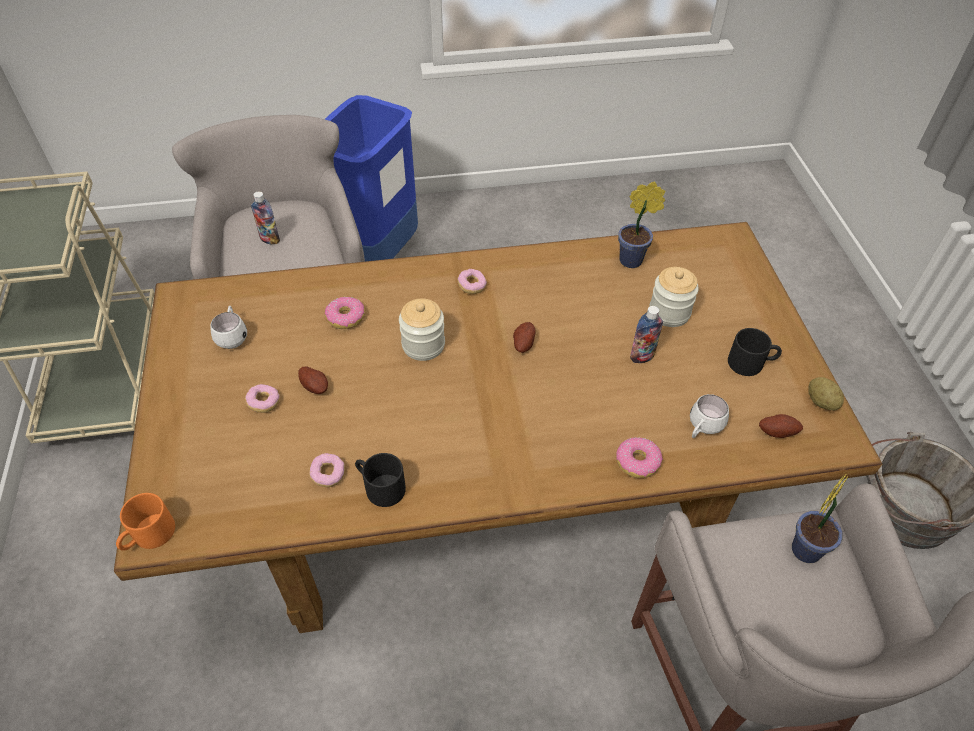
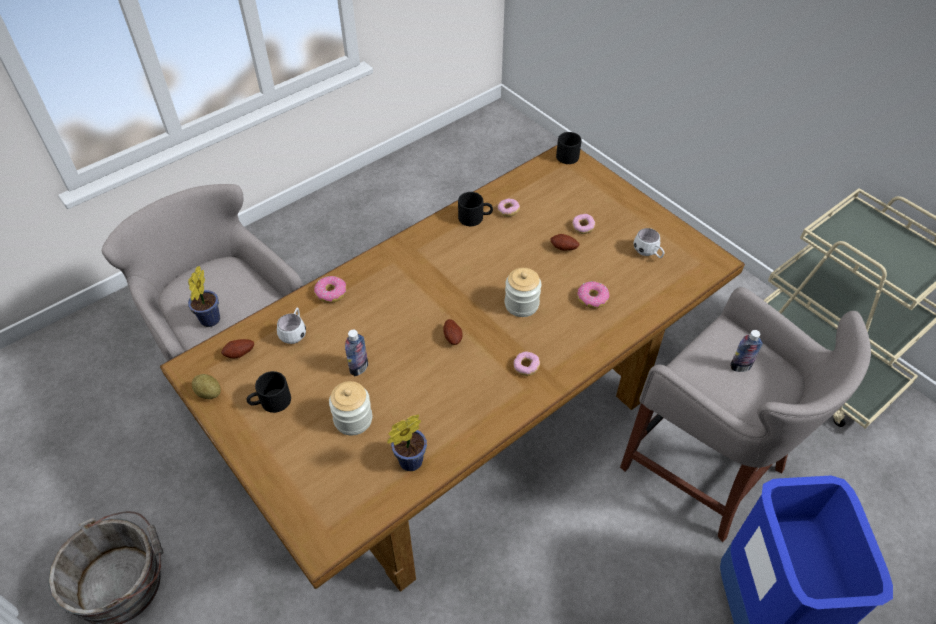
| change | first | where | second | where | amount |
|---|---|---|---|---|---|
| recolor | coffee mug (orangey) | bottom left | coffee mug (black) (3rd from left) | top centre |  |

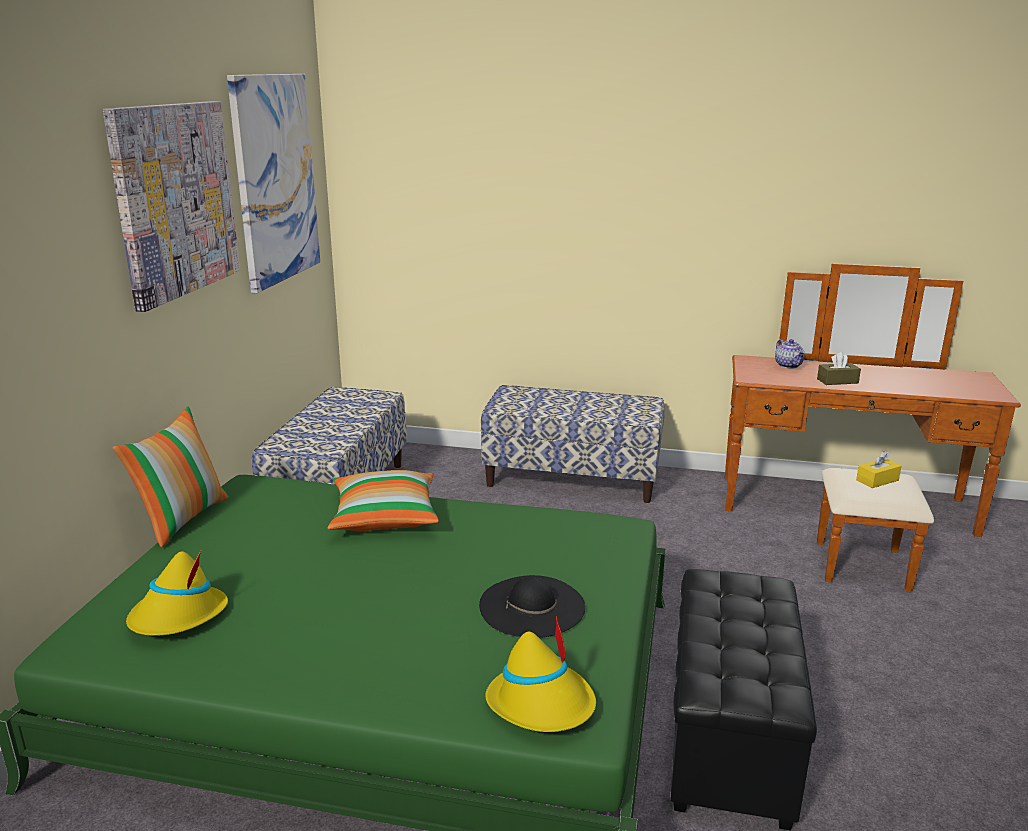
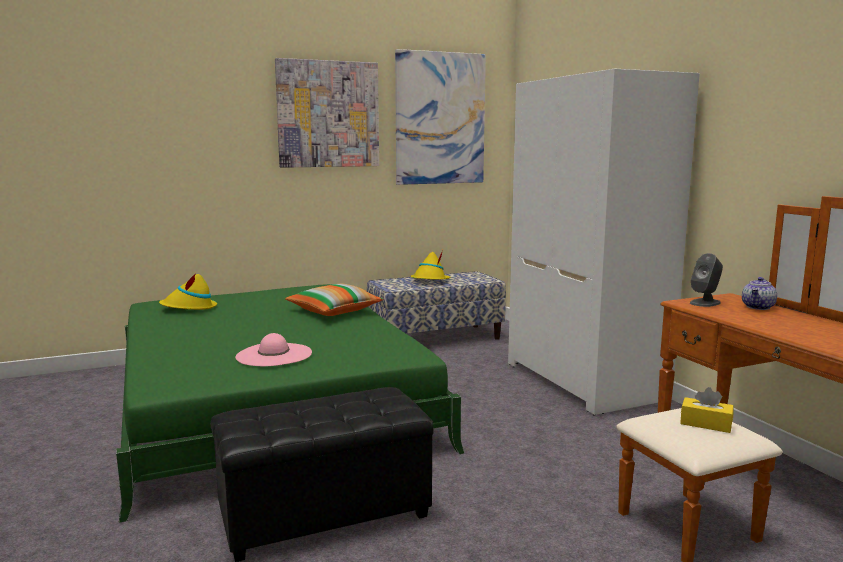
| change | first | where | second | where | amount |
|---|---|---|---|---|---|
| delete | tissue holder (brown-coloured) | middle right |  |  |  |
| replace | long seat (2nd from left) | centre | clothes cupboard (whitish) | middle right |  |
| delete | throw pillow (1st from left) | middle left |  |  |  |
| recolor | hat (black) | bottom centre | hat (pink) | middle left |  |
| move | hat (yellow-coloured) (2nd from left) | bottom centre |  | centre |  |
| insert |  |  | audio speaker (greyish) | middle right |  |

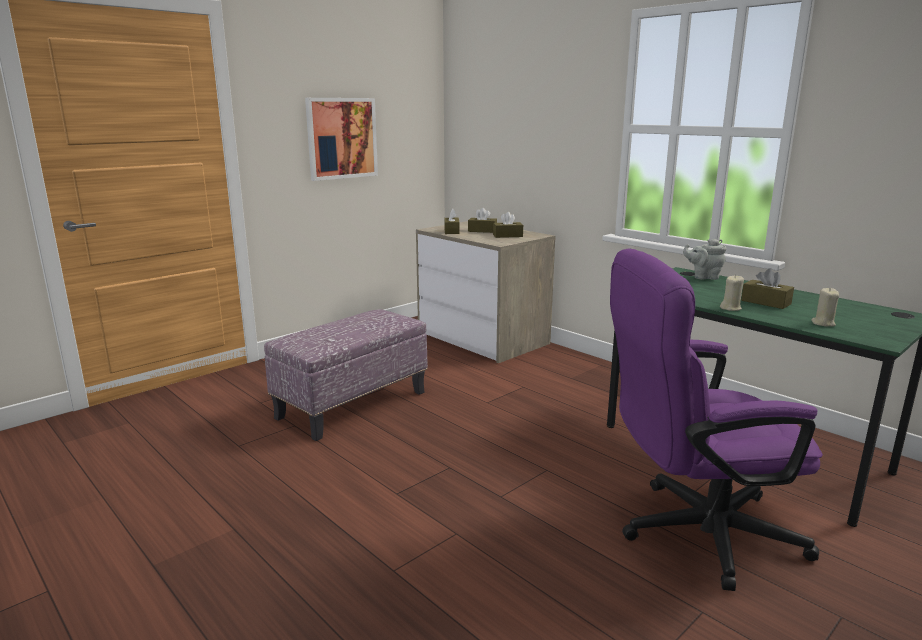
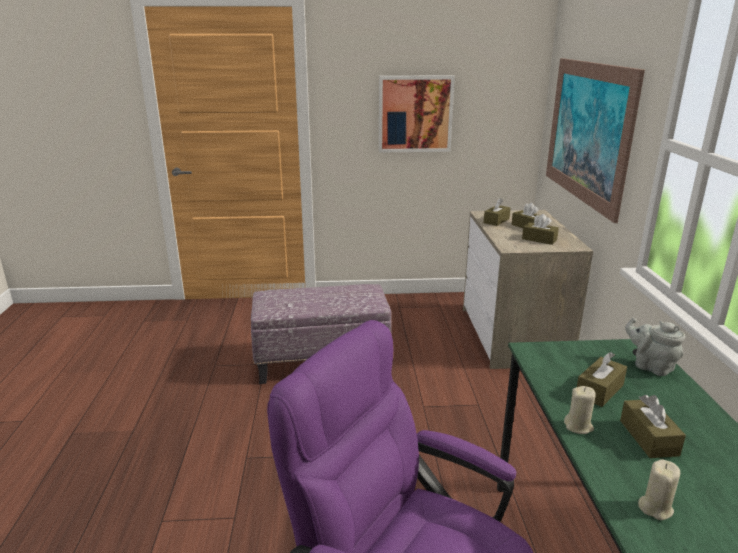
| change | first | where | second | where | amount |
|---|---|---|---|---|---|
| insert |  |  | picture (2nd from left) | top right |  |
| insert |  |  | tissue holder (brown-coloured) (4th from left) | bottom right |  |

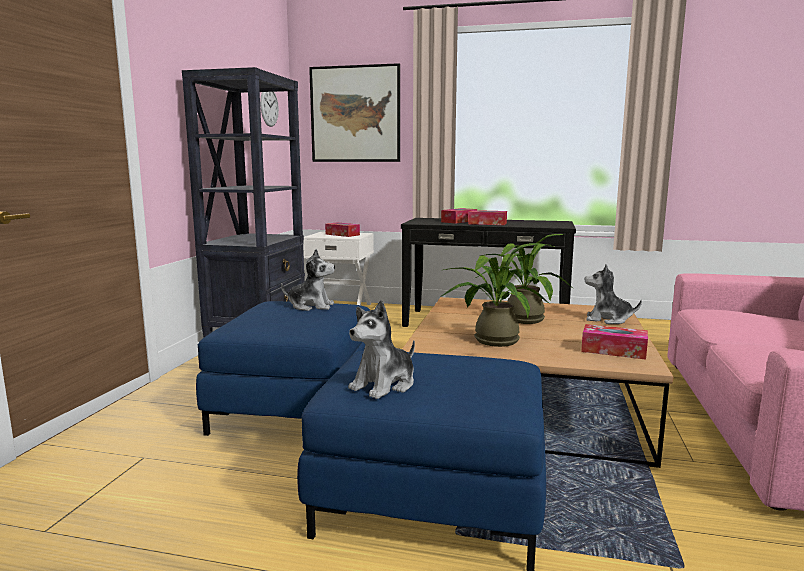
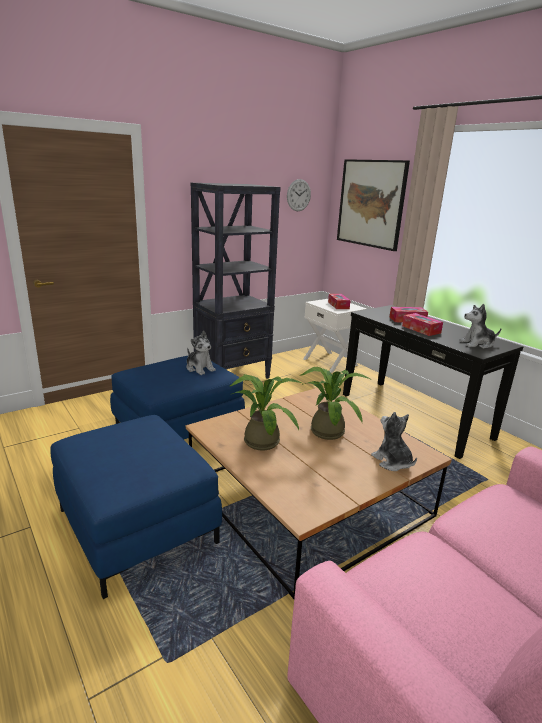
| change | first | where | second | where | amount |
|---|---|---|---|---|---|
| move | cuddly toy (2nd from left in the first image) | centre | cuddly toy (3rd from left) | middle right |  |
| delete | tissue holder (4th from left) | middle right |  |  |  |

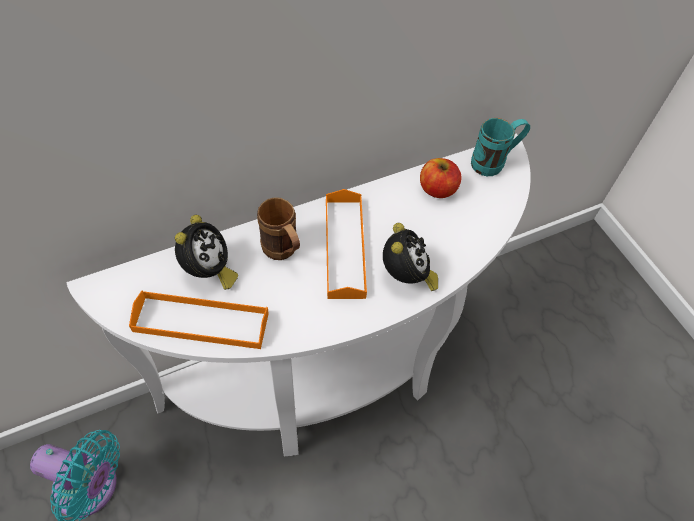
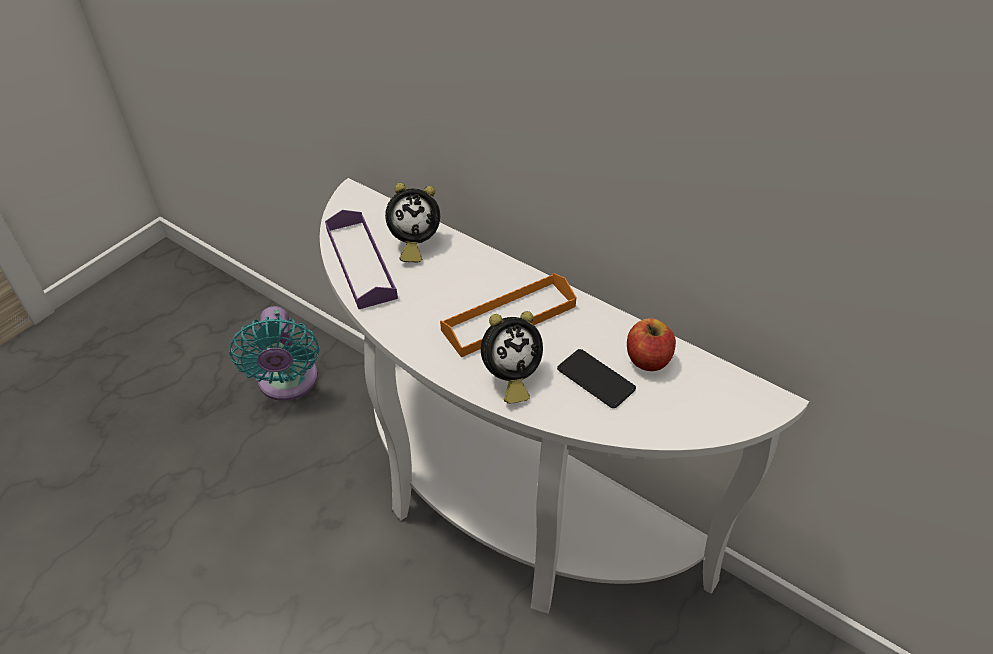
| change | first | where | second | where | amount |
|---|---|---|---|---|---|
| delete | coffee mug (turquoise-coloured) | top right |  |  |  |
| delete | coffee mug (brown-coloured) | centre |  |  |  |
| recolor | carrying tray (orangey) (1st from left) | middle left | carrying tray (purple) | centre |  |
| insert |  |  | telephone | centre |  |

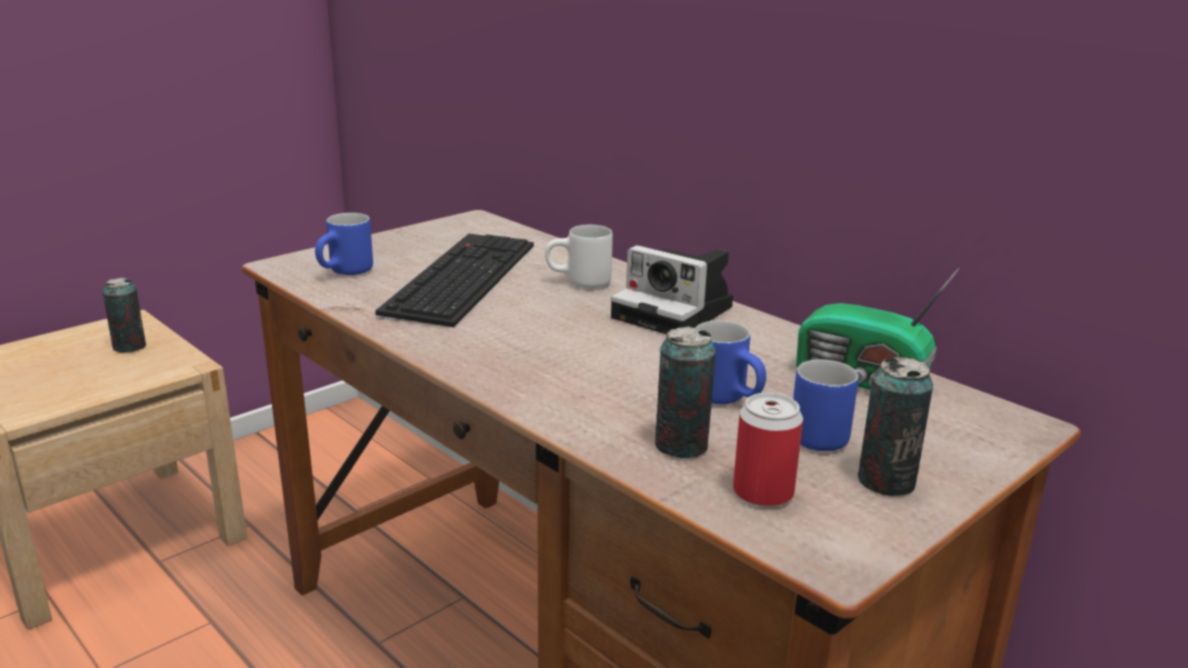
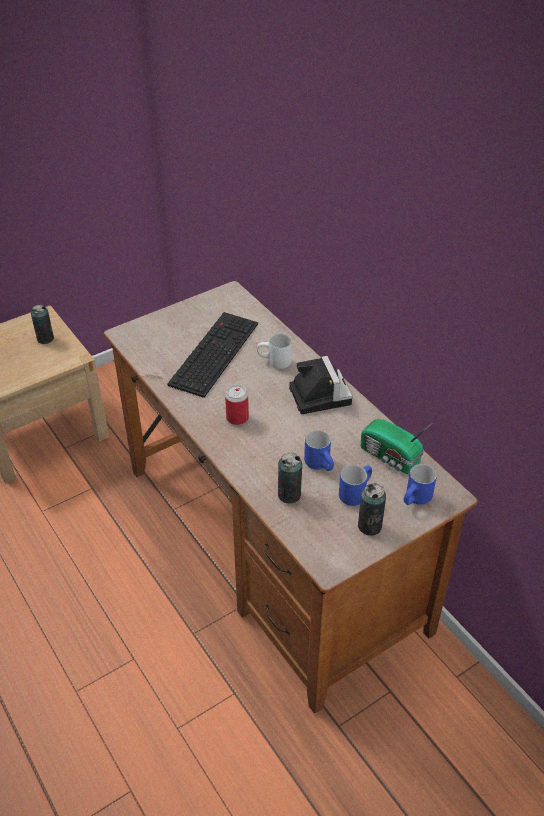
| change | first | where | second | where | amount |
|---|---|---|---|---|---|
| move | coffee mug (blue) (1st from left in the first image) | middle left | coffee mug (blue) (3rd from left) | middle right |  |
| rotate | still camera | centre |  | centre | 150 degrees counterclockwise |
| move | can (3rd from left in the first image) | bottom centre | can (2nd from left) | centre |  |

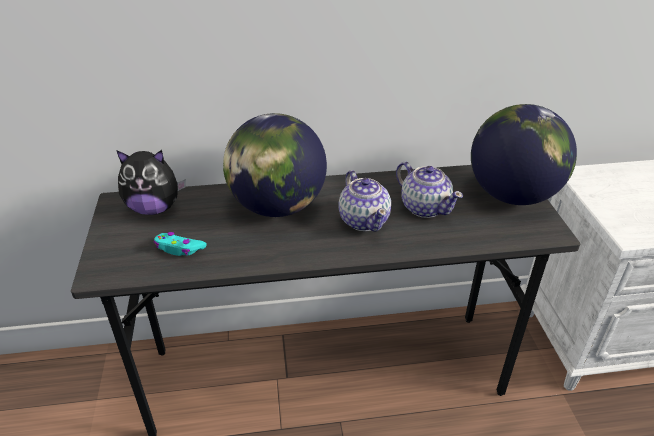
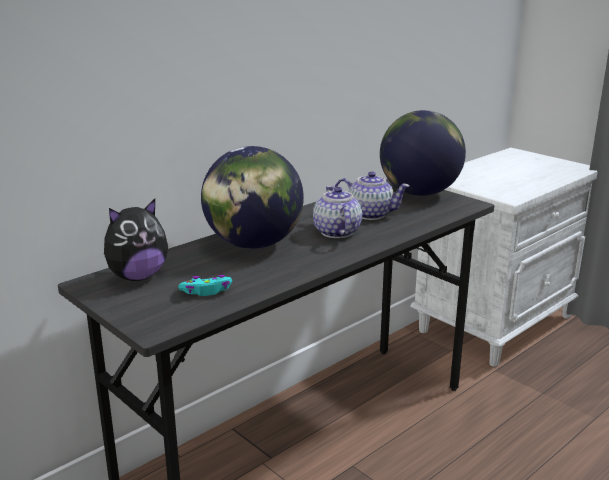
| change | first | where | second | where | amount |
|---|---|---|---|---|---|
| rotate | tea pot (1st from left) | centre |  | centre | 135 degrees counterclockwise |

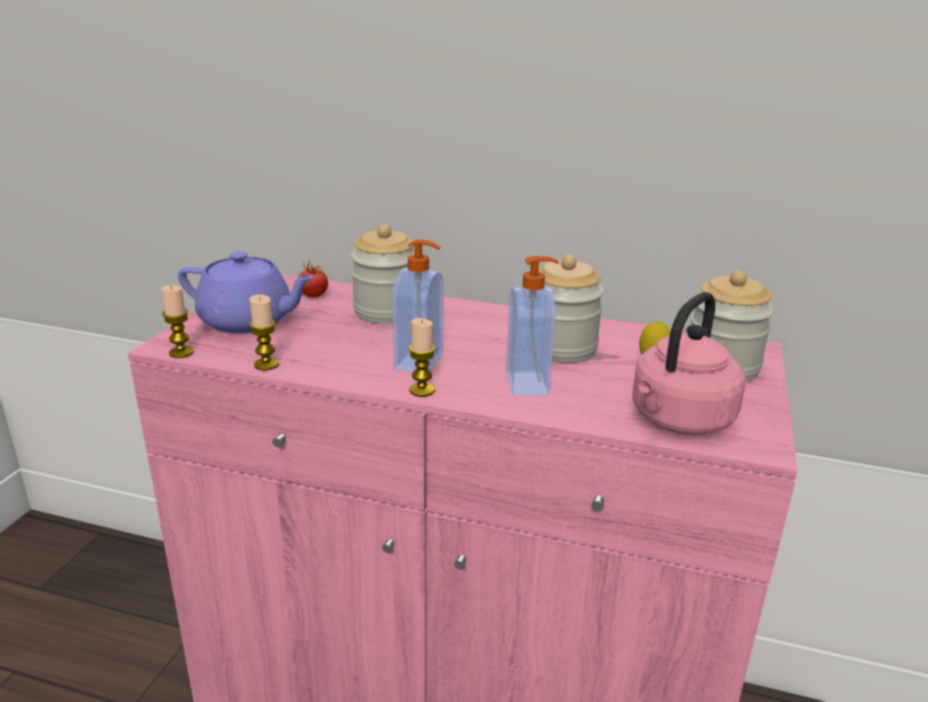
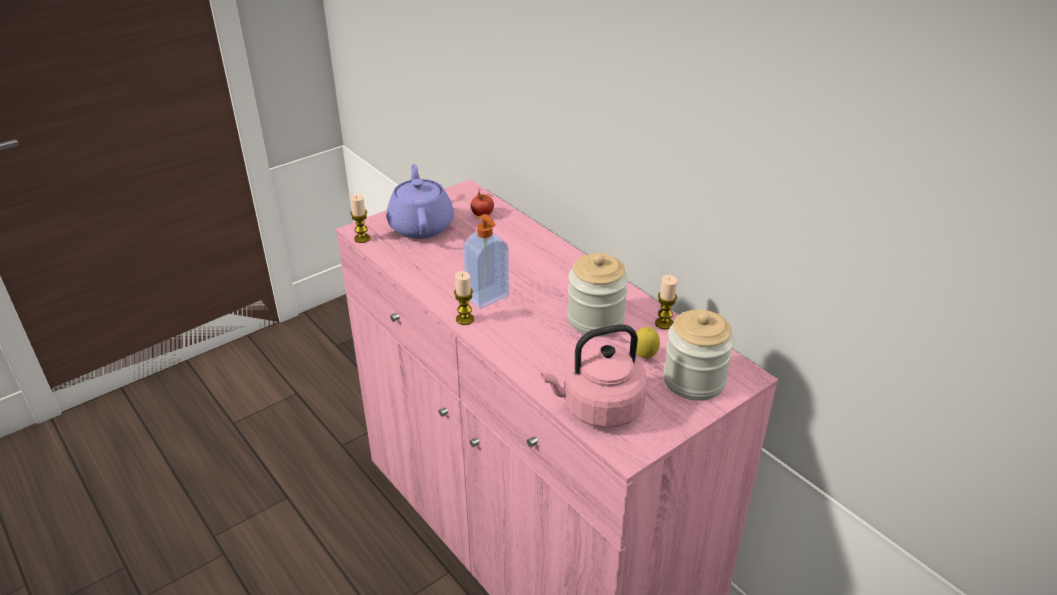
| change | first | where | second | where | amount |
|---|---|---|---|---|---|
| delete | preserve jar (1st from left) | centre |  |  |  |
| rotate | tea pot (purple) | middle left |  | centre | 150 degrees counterclockwise |
| delete | soap bottle (2nd from left) | centre |  |  |  |
| move | wax candle (2nd from left in the first image) | middle left | wax candle (3rd from left) | centre |  |

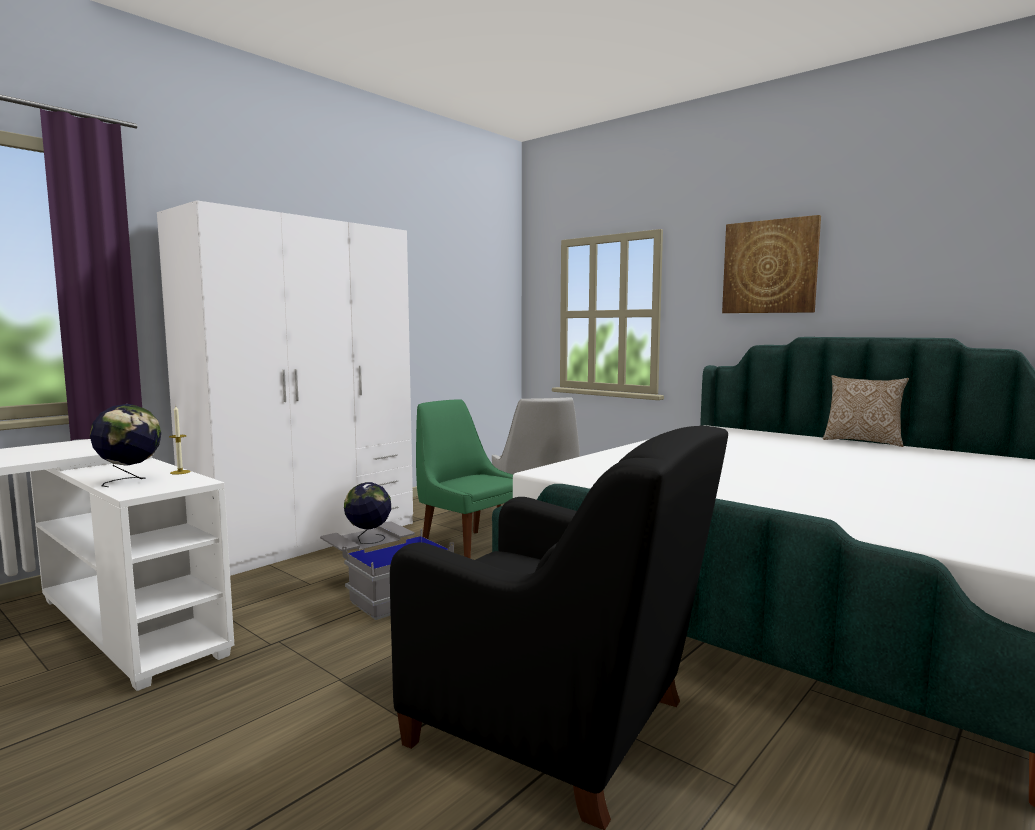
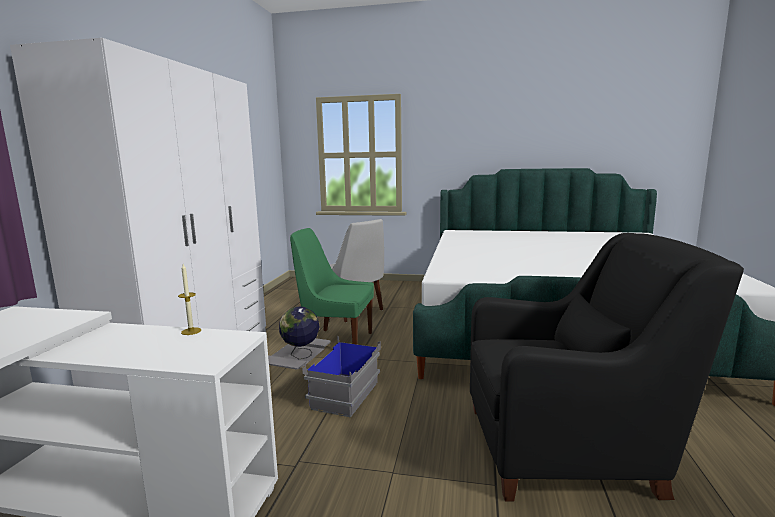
| change | first | where | second | where | amount |
|---|---|---|---|---|---|
| delete | picture | top right |  |  |  |
| delete | throw pillow | middle right |  |  |  |
| delete | world globe (1st from left) | middle left |  |  |  |

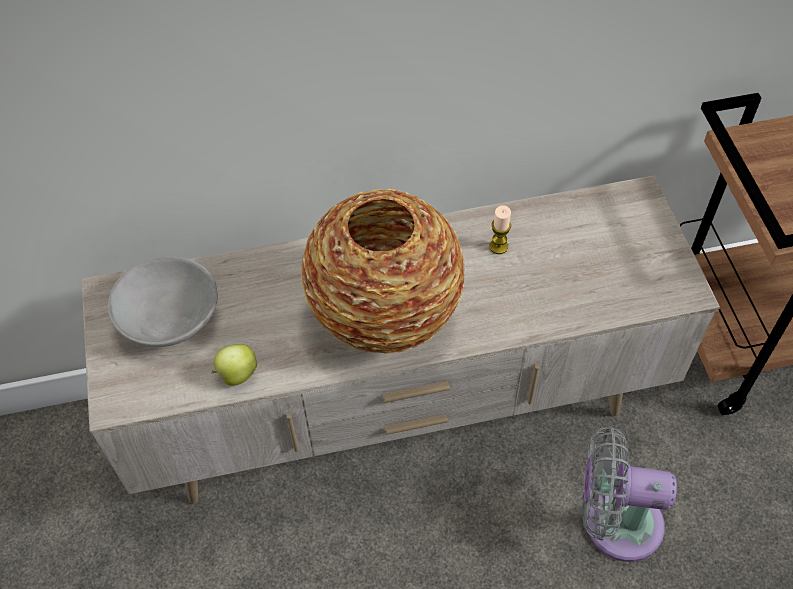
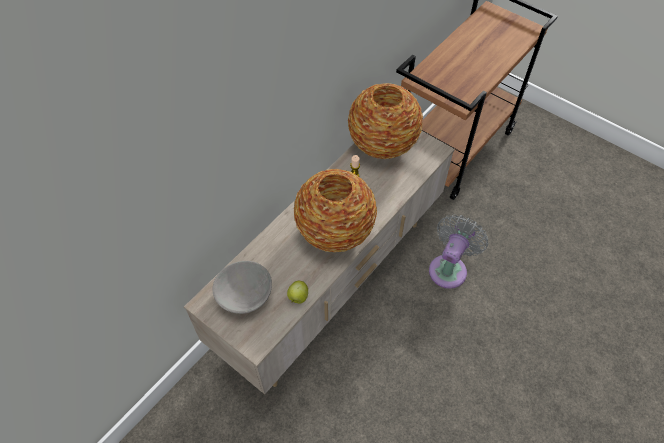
| change | first | where | second | where | amount |
|---|---|---|---|---|---|
| rotate | fan (greyish) | bottom right |  | middle right | 150 degrees clockwise |
| insert |  |  | flower vase (2nd from left) | top centre |  |

